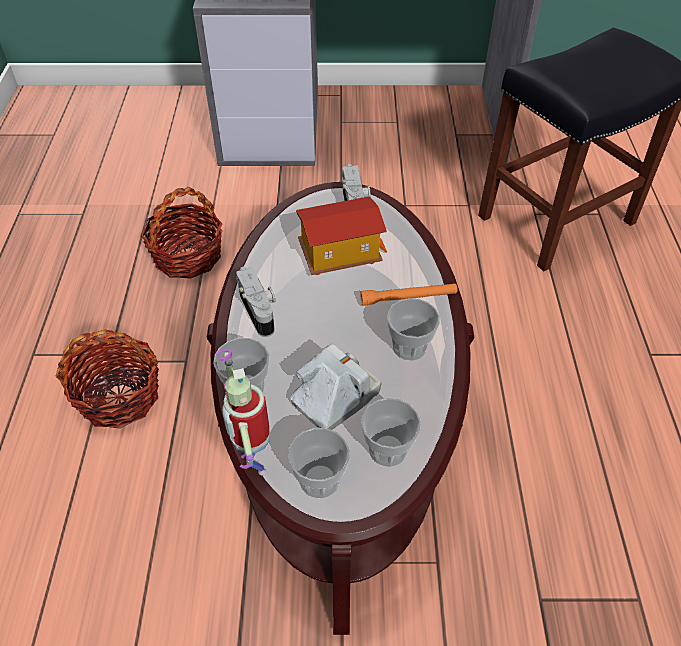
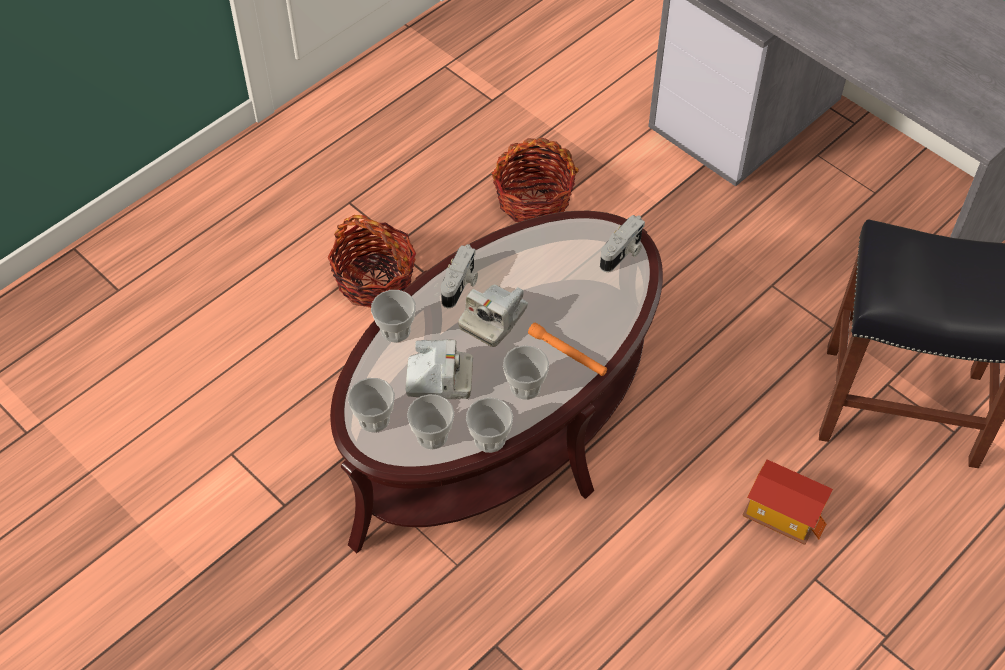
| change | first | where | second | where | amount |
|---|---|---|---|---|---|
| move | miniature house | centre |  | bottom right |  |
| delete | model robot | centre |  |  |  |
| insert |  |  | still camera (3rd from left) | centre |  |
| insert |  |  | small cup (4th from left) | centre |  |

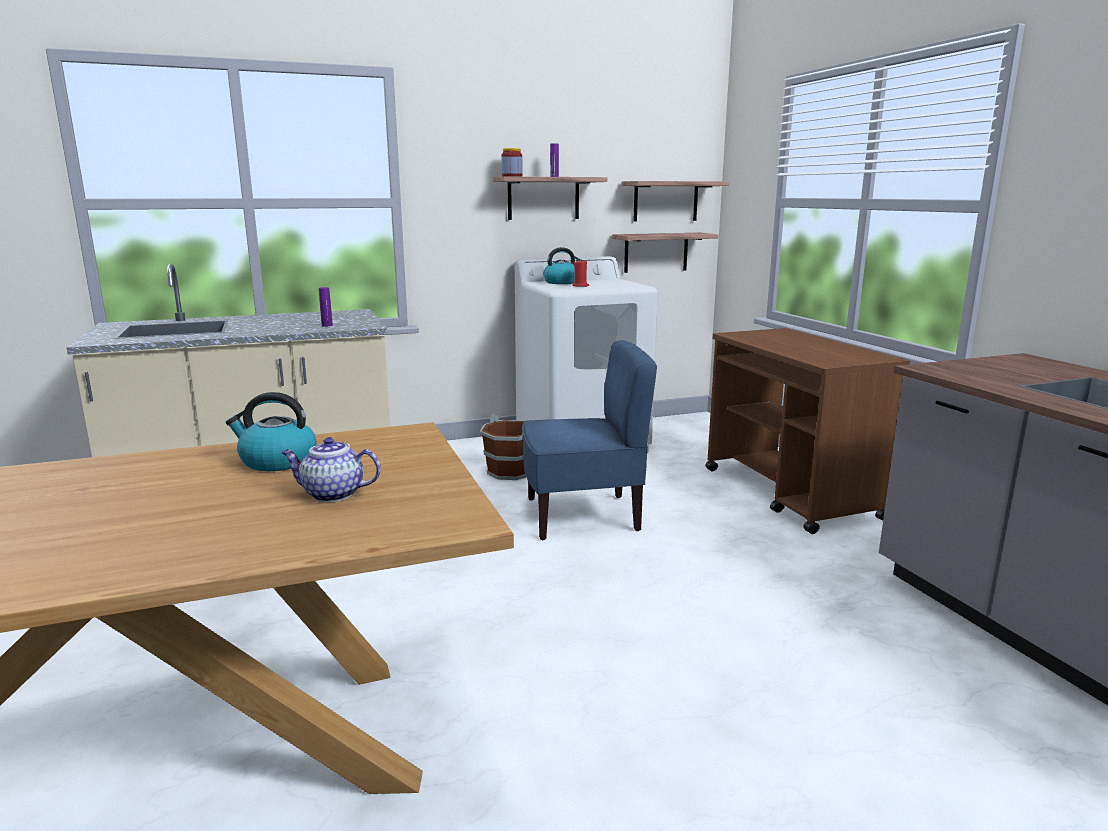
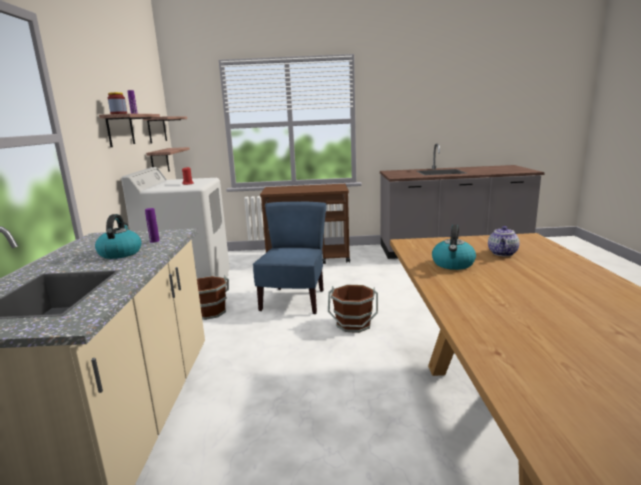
| change | first | where | second | where | amount |
|---|---|---|---|---|---|
| move | water kettle (2nd from left in the first image) | top centre | water kettle (1st from left) | middle left |  |
| insert |  |  | pail (brown-coloured) (2nd from left) | centre |  |

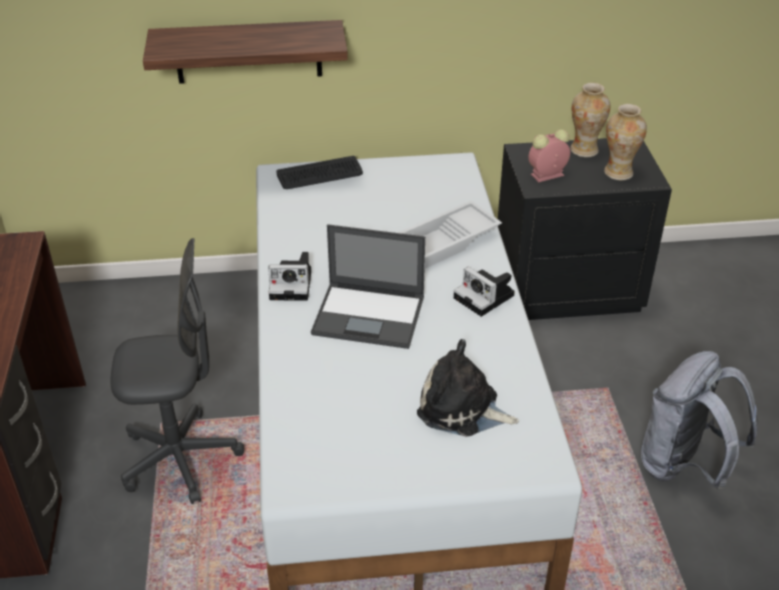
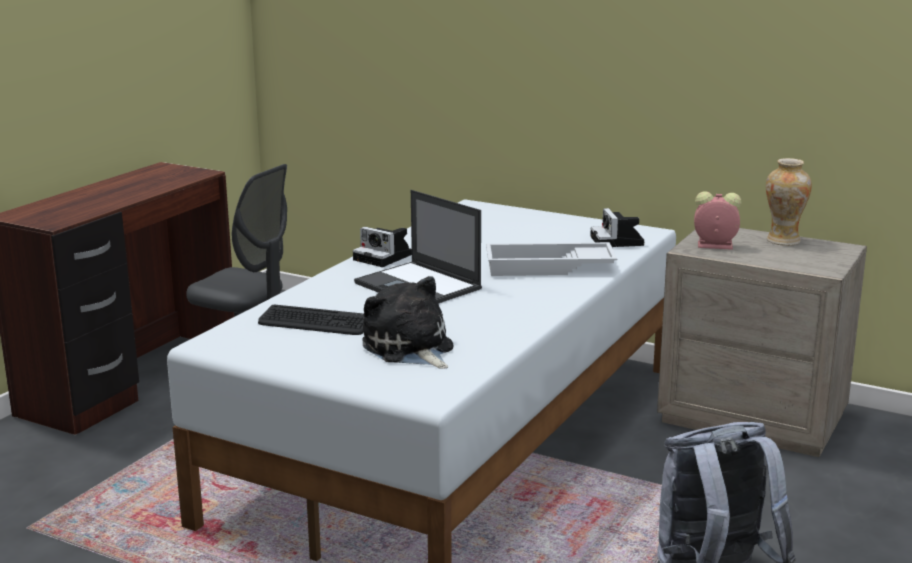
| change | first | where | second | where | amount |
|---|---|---|---|---|---|
| delete | wall shelf | top left |  |  |  |
| delete | flower vase (2nd from left) | top right |  |  |  |
| recolor | nightstand (black) | middle right | nightstand (sand-coloured) | middle right |  |
| move | computer keyboard | top centre |  | centre |  |
| move | still camera (2nd from left) | centre |  | middle right |  |

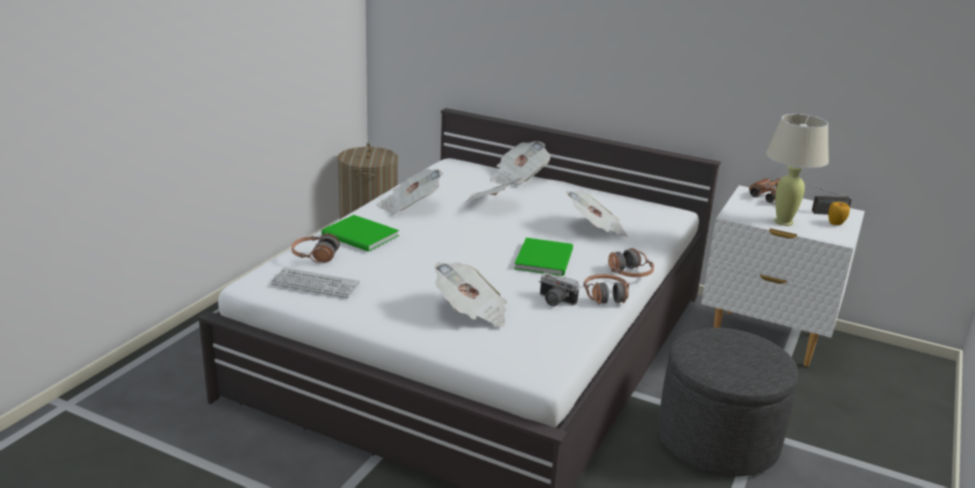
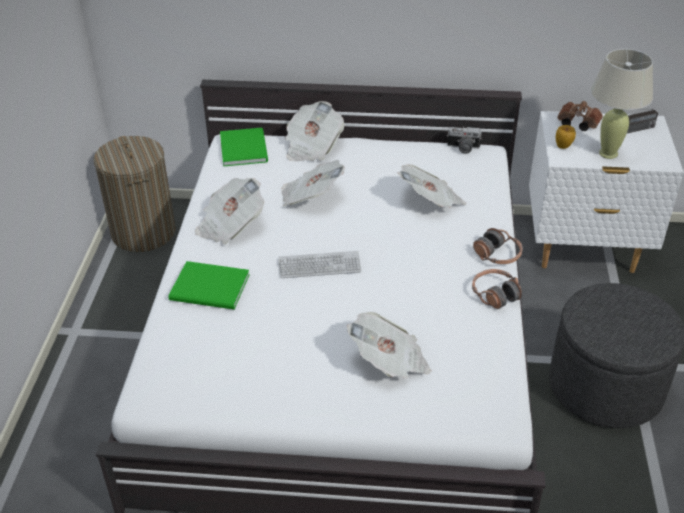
| change | first | where | second | where | amount |
|---|---|---|---|---|---|
| move | apple | middle right |  | top right |  |
| delete | headphones (1st from left) | middle left |  |  |  |
| move | book (greenish) (2nd from left) | centre |  | top centre |  |
| move | computer keyboard | middle left |  | centre |  |
| move | still camera | centre |  | top right |  |

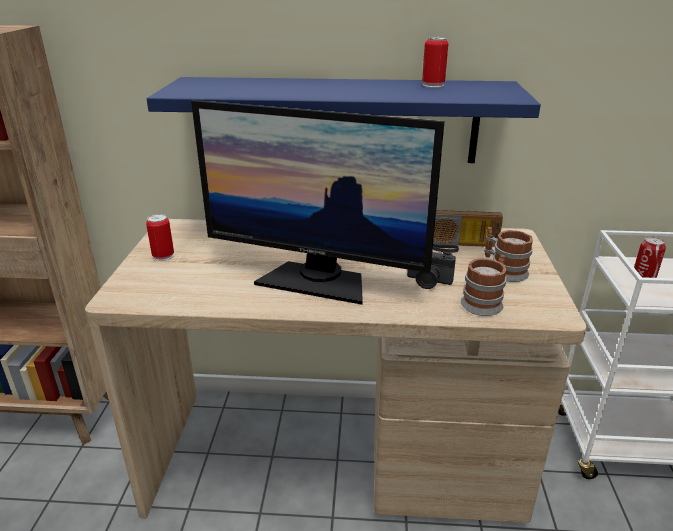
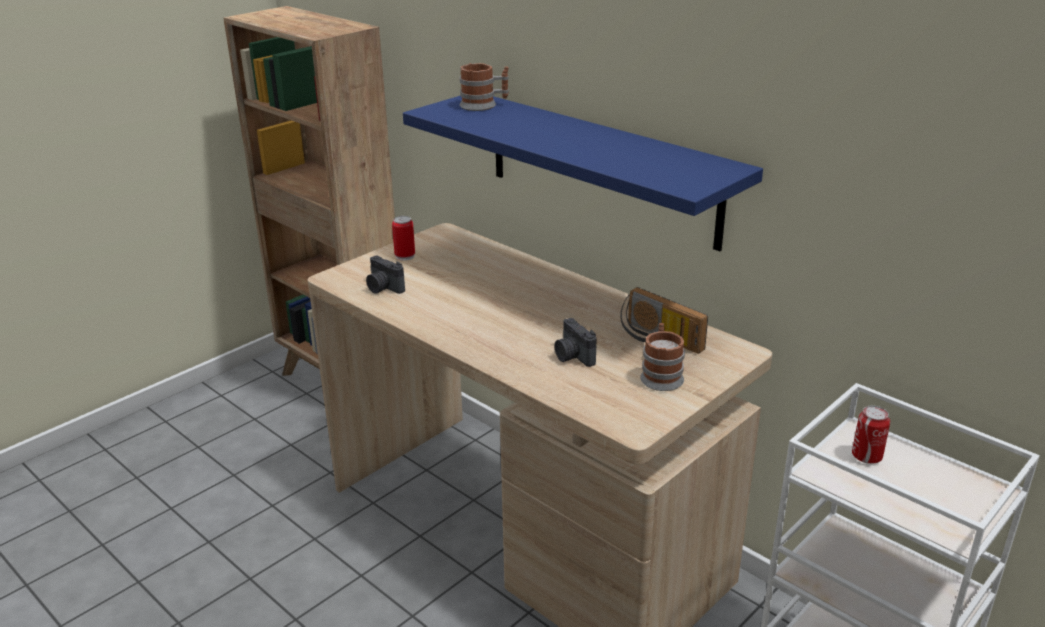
| change | first | where | second | where | amount |
|---|---|---|---|---|---|
| delete | can (2nd from left) | top centre |  |  |  |
| delete | monitor | centre |  |  |  |
| move | coffee mug (1st from left) | middle right |  | top centre |  |
| insert |  |  | still camera (1st from left) | centre |  |

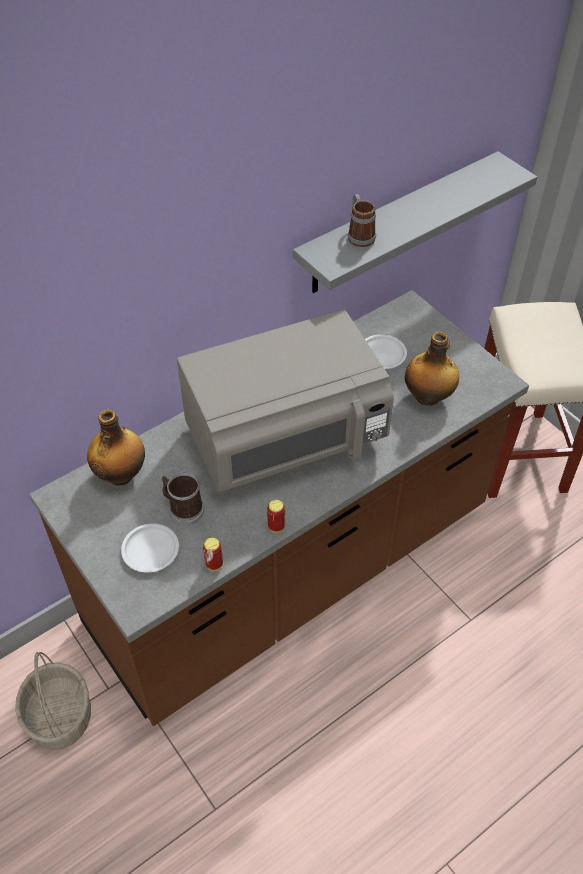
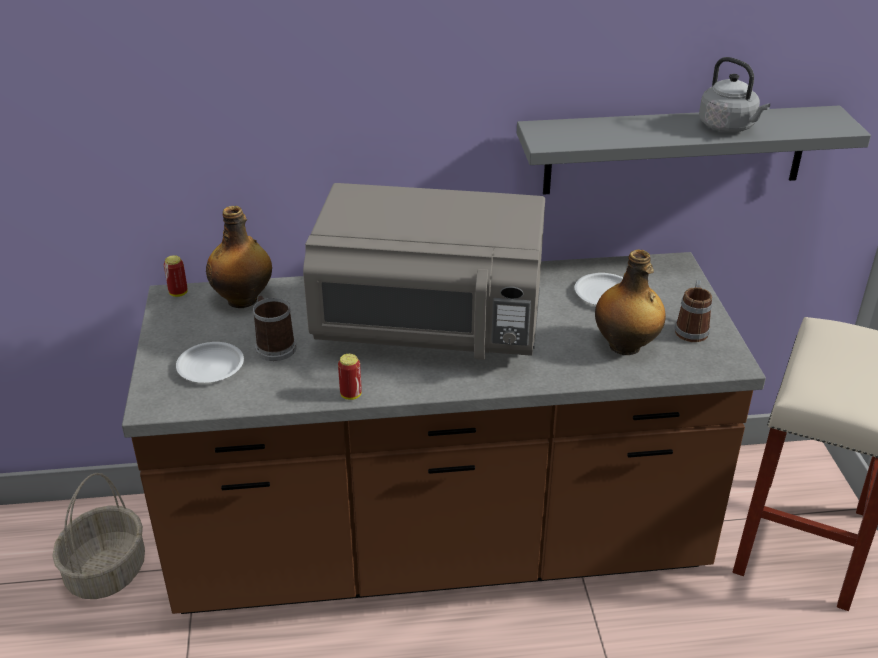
| change | first | where | second | where | amount |
|---|---|---|---|---|---|
| move | coffee mug (2nd from left) | top centre |  | middle right |  |
| move | can (1st from left) | centre |  | middle left |  |
| insert |  |  | water kettle (greyish) | top right |  |

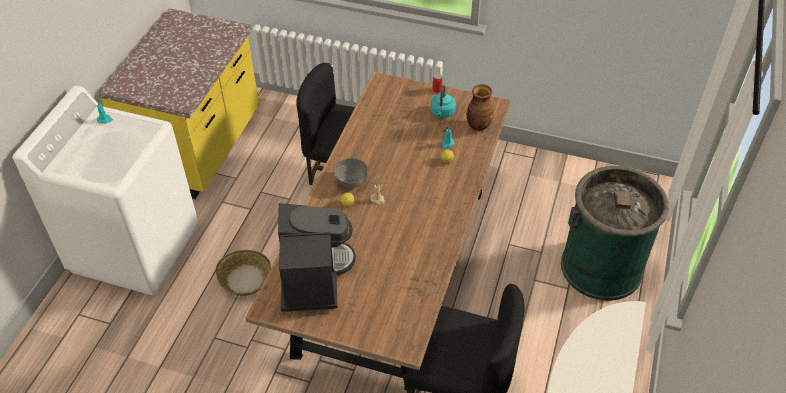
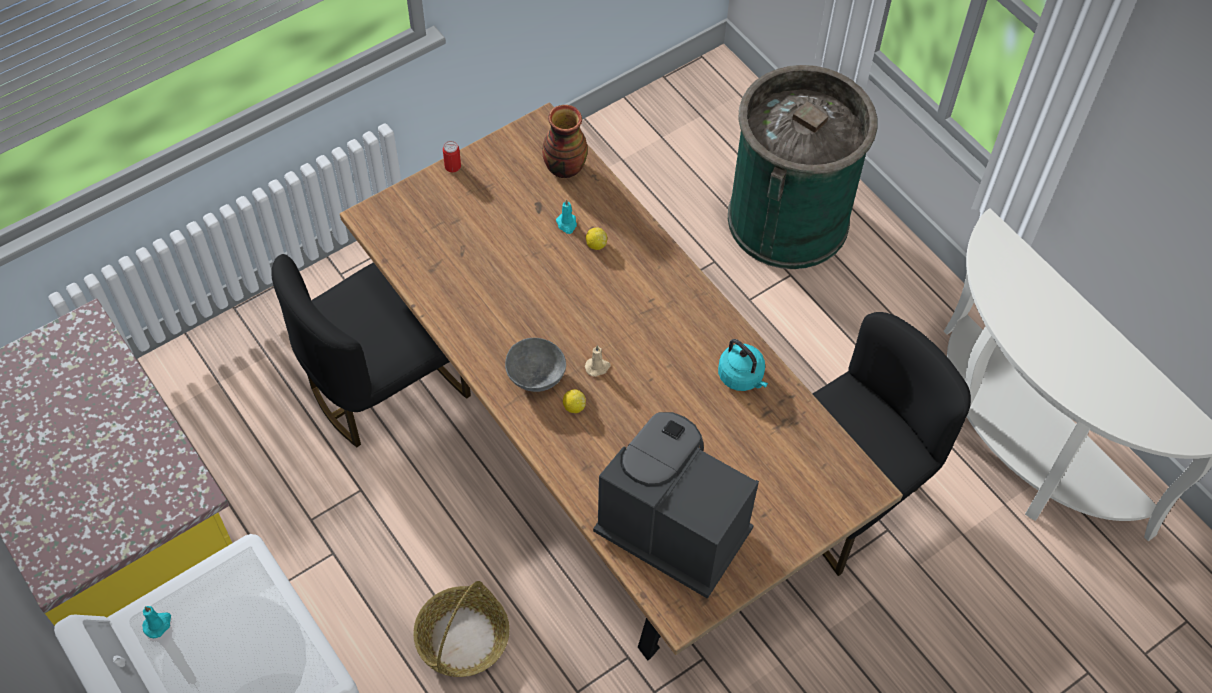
| change | first | where | second | where | amount |
|---|---|---|---|---|---|
| move | water kettle (turquoise-coloured) | top centre |  | centre |  |

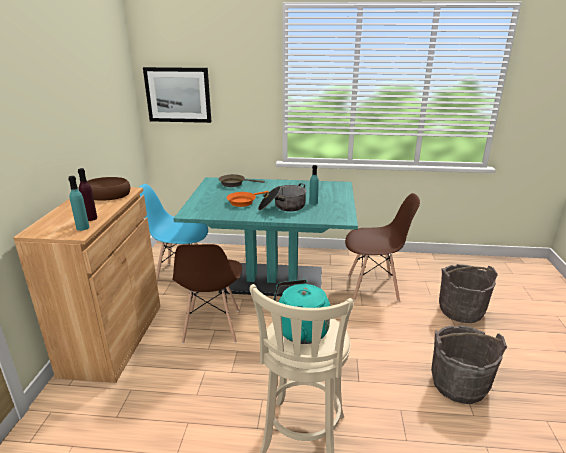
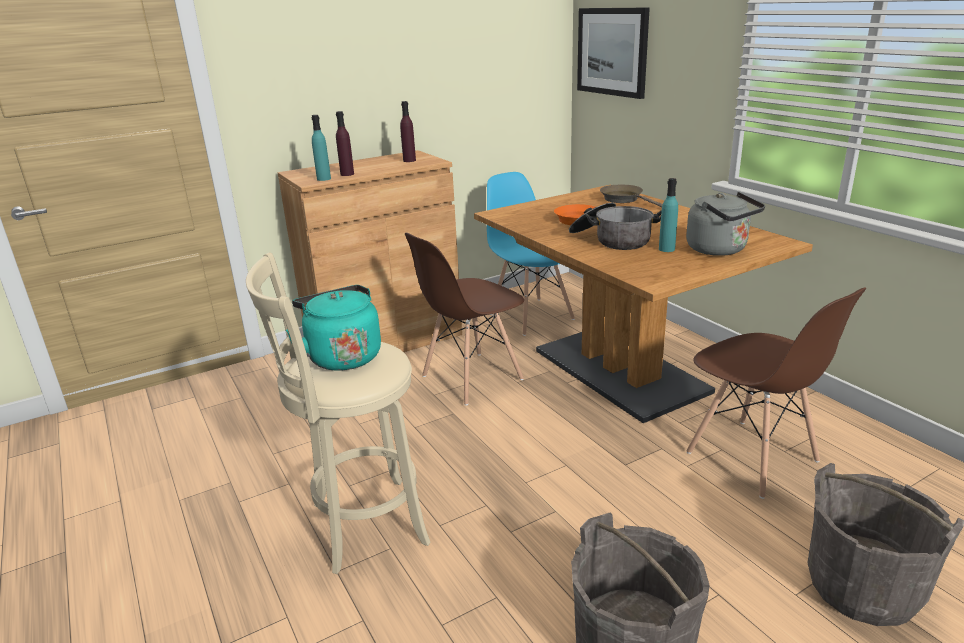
| change | first | where | second | where | amount |
|---|---|---|---|---|---|
| replace | bowl (brown-coloured) | middle left | bottle (purple) (2nd from left) | top centre |  |
| recolor | kitchen table (turquoise-coloured) | centre | kitchen table (brown-coloured) | middle right |  |
| insert |  |  | water kettle (greyish) | middle right |  |

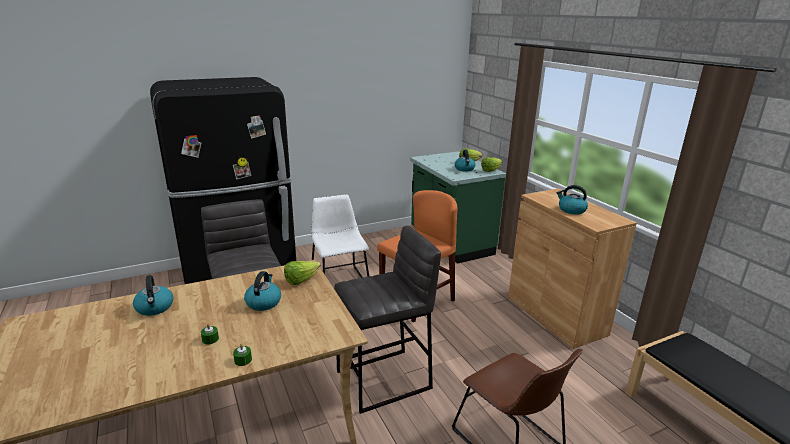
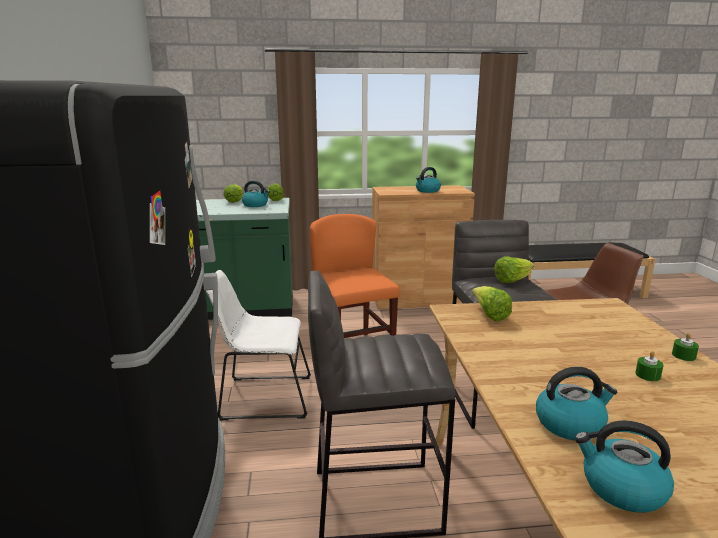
| change | first | where | second | where | amount |
|---|---|---|---|---|---|
| move | water kettle (2nd from left in the first image) | middle left | water kettle (4th from left) | bottom right |  |
| insert |  |  | lettuce head (4th from left) | middle right |  |

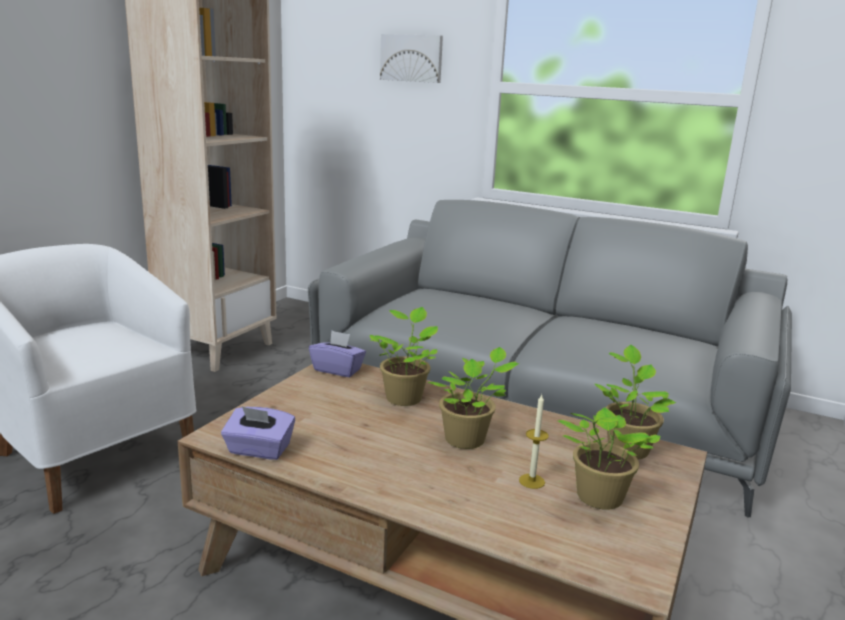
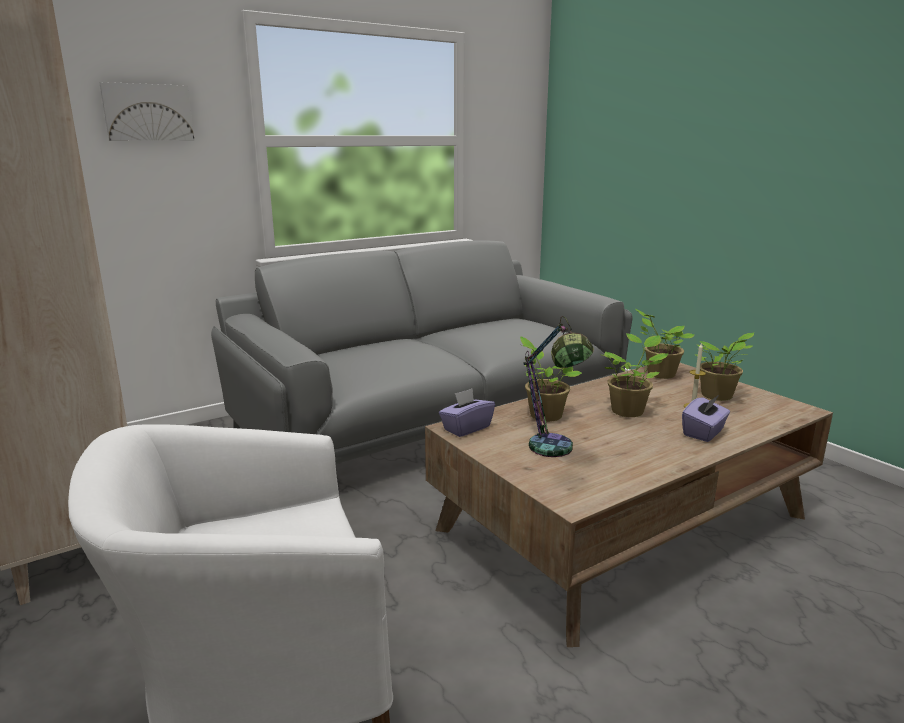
| change | first | where | second | where | amount |
|---|---|---|---|---|---|
| move | tissue holder (purple) (1st from left in the first image) | bottom left | tissue holder (purple) (2nd from left) | middle right |  |
| insert |  |  | lamp for a table | centre |  |

